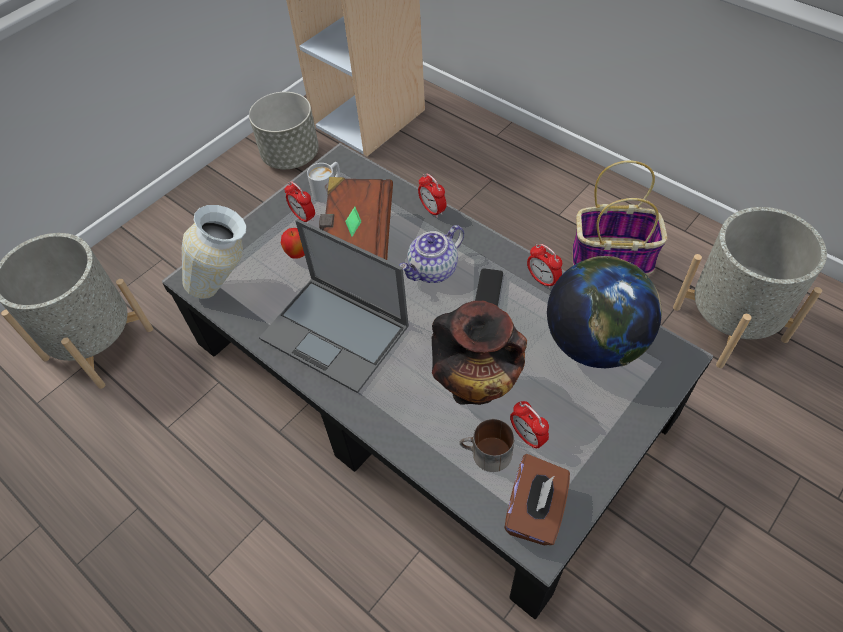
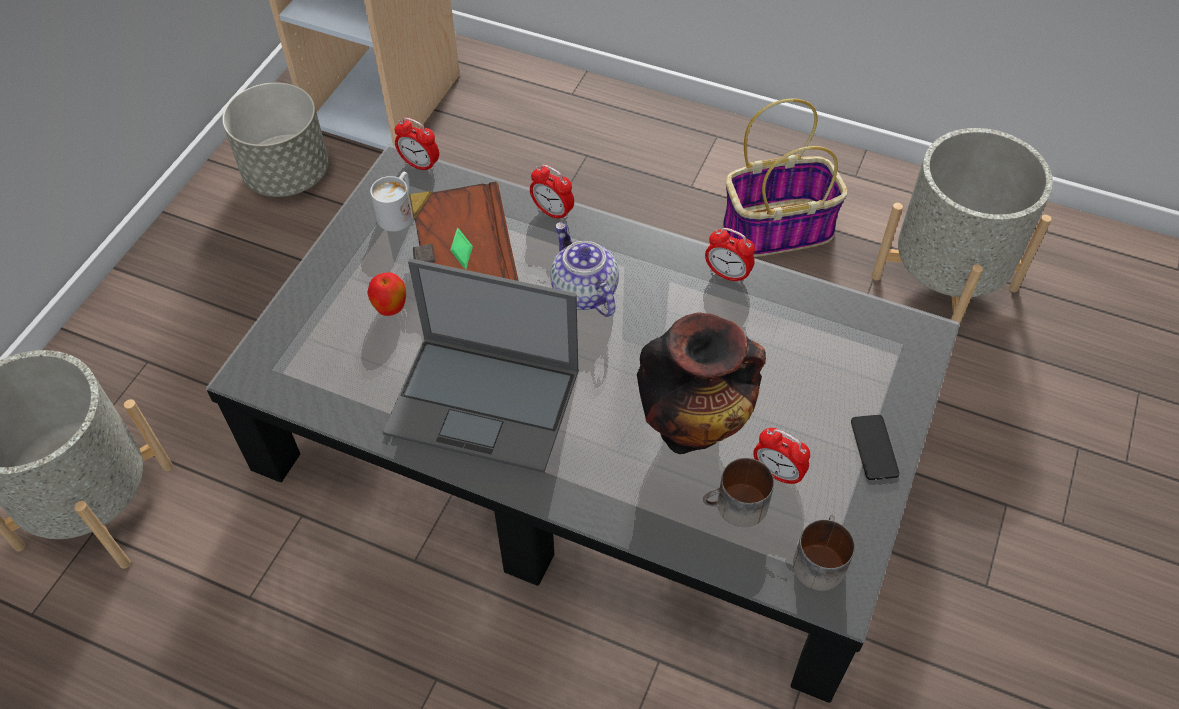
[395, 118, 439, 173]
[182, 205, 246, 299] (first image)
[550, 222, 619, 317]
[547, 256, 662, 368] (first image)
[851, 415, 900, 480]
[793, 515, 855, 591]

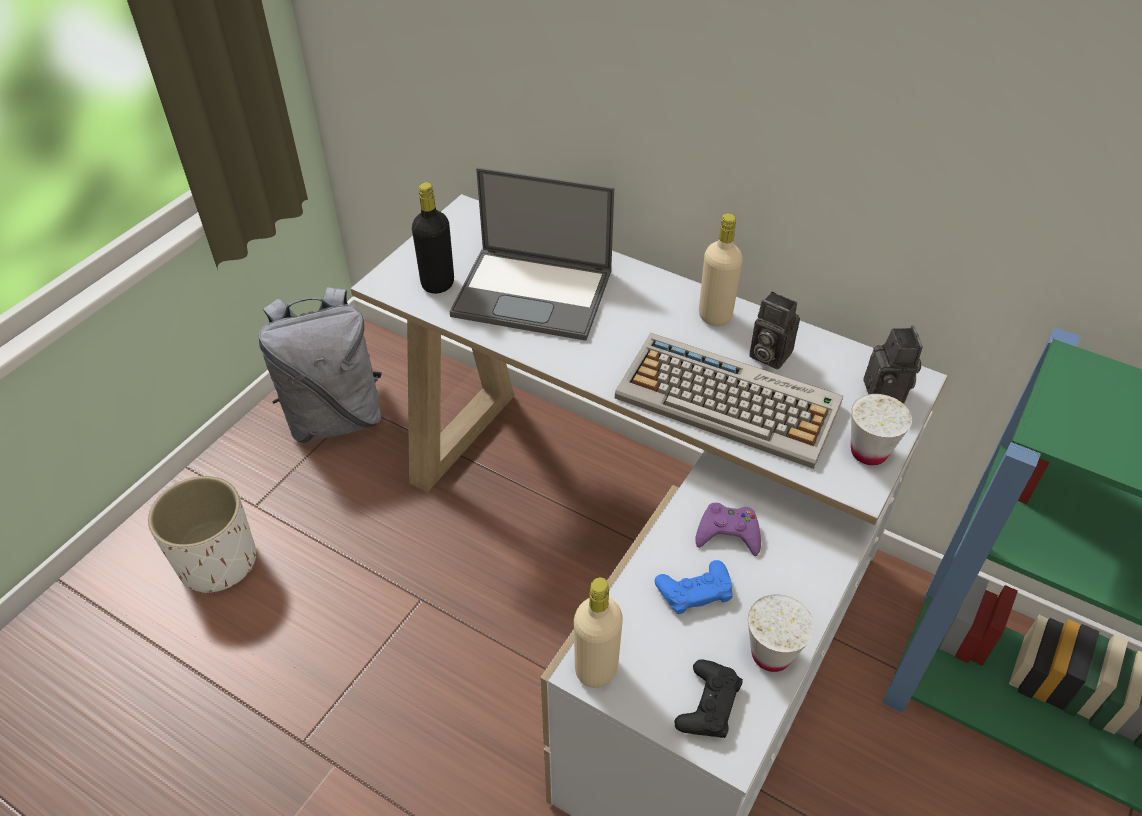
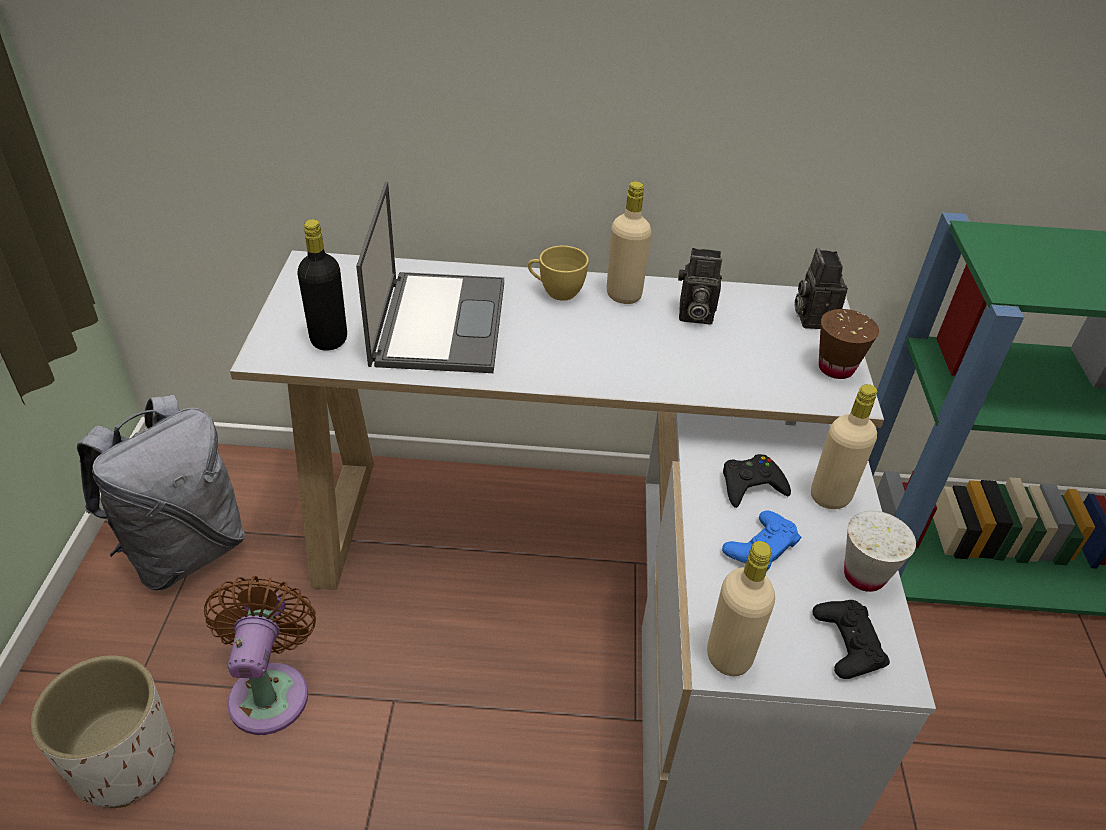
[356, 182, 504, 373]
[795, 248, 848, 329]
[615, 333, 843, 469] (first image)
[819, 309, 879, 379]
[723, 454, 791, 508]
[528, 246, 589, 301]
[811, 384, 877, 509]
[204, 576, 316, 735]

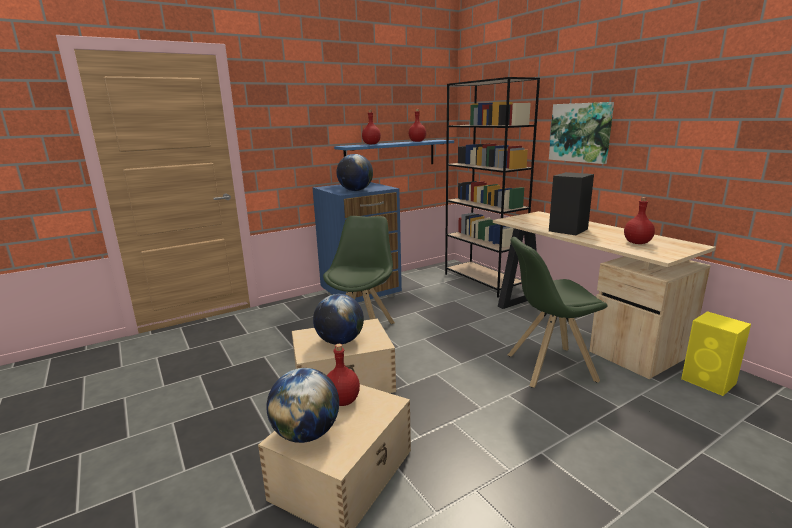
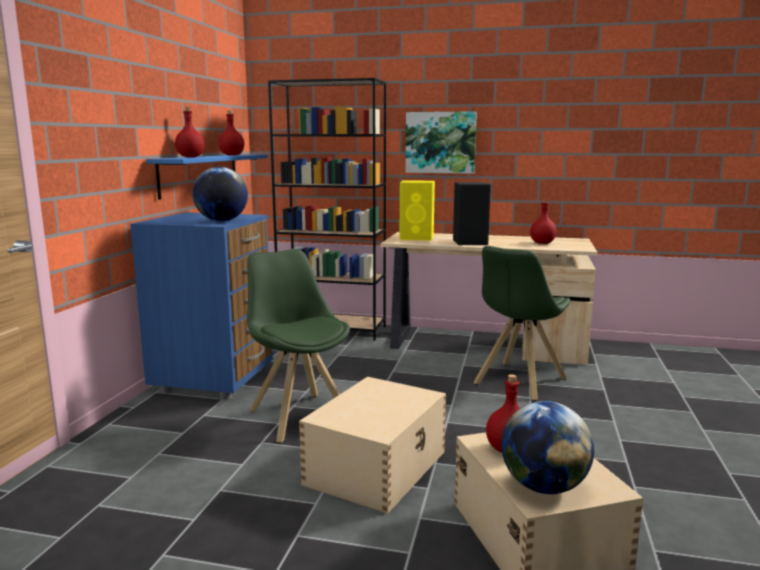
[313, 294, 364, 344] (first image)
[399, 180, 435, 241]

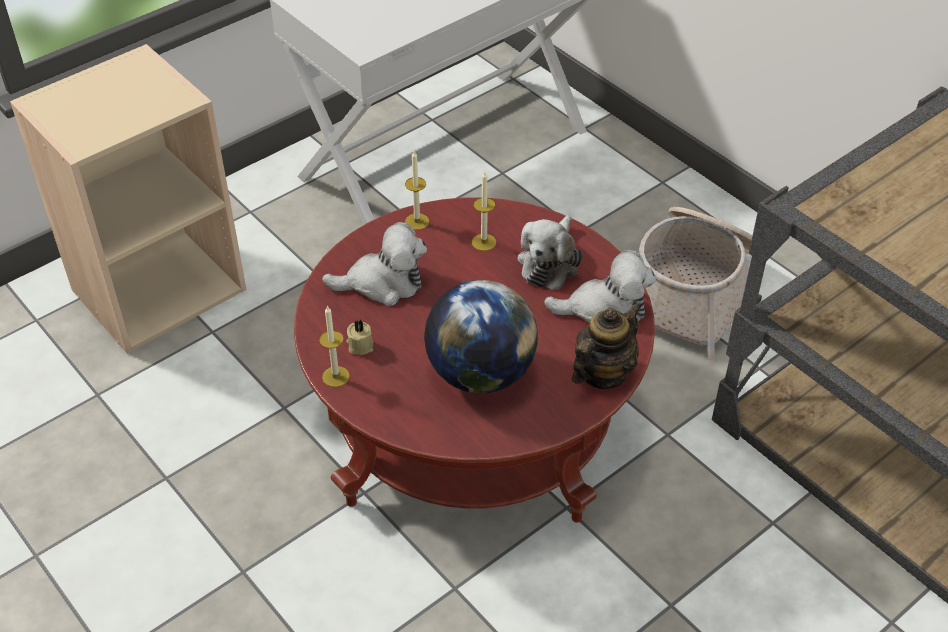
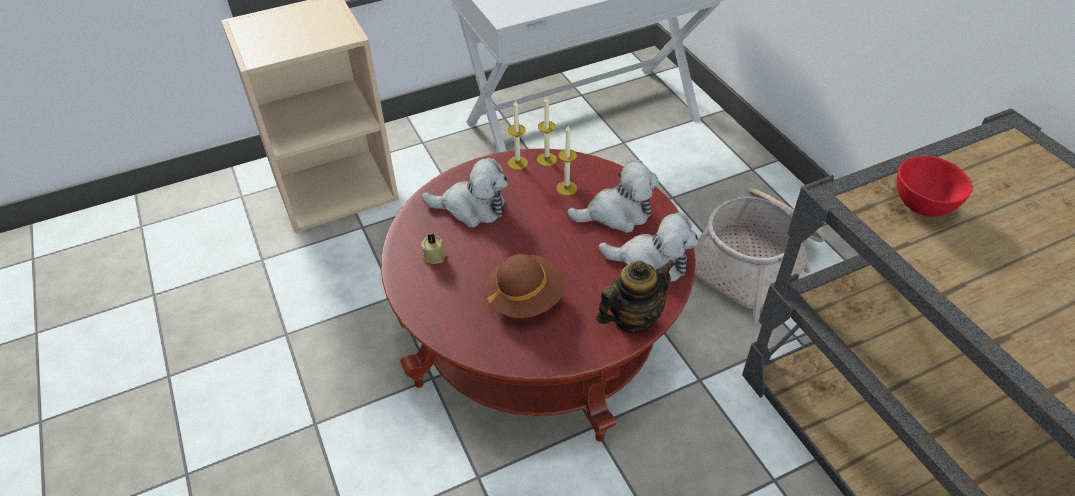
[567, 160, 659, 233]
[485, 254, 565, 318]
[537, 97, 557, 166]
[897, 156, 973, 217]

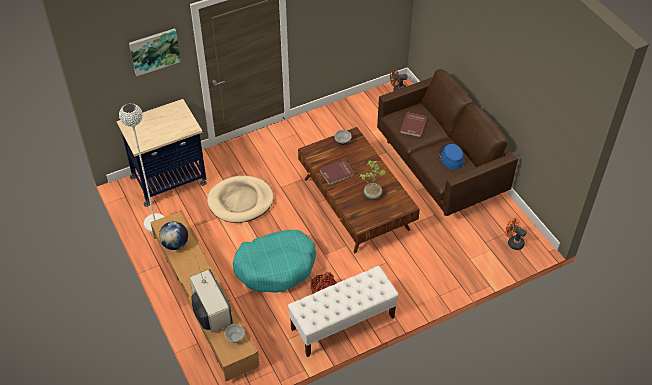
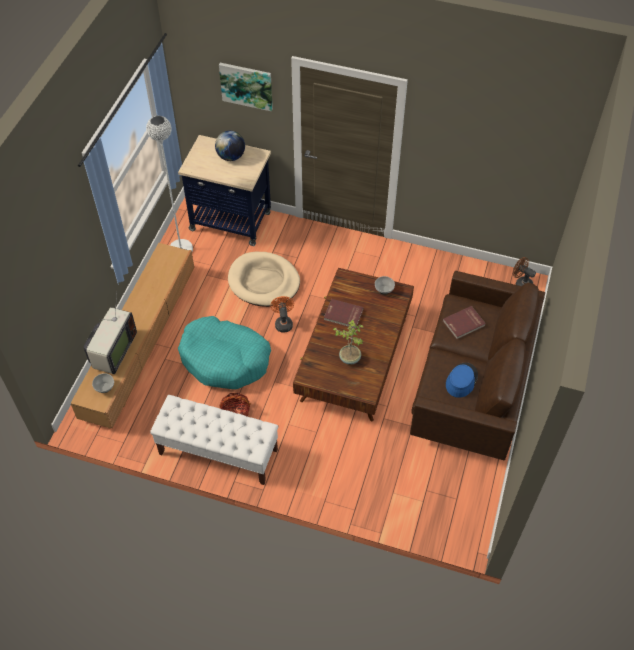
[270, 296, 294, 333]
[215, 131, 245, 161]

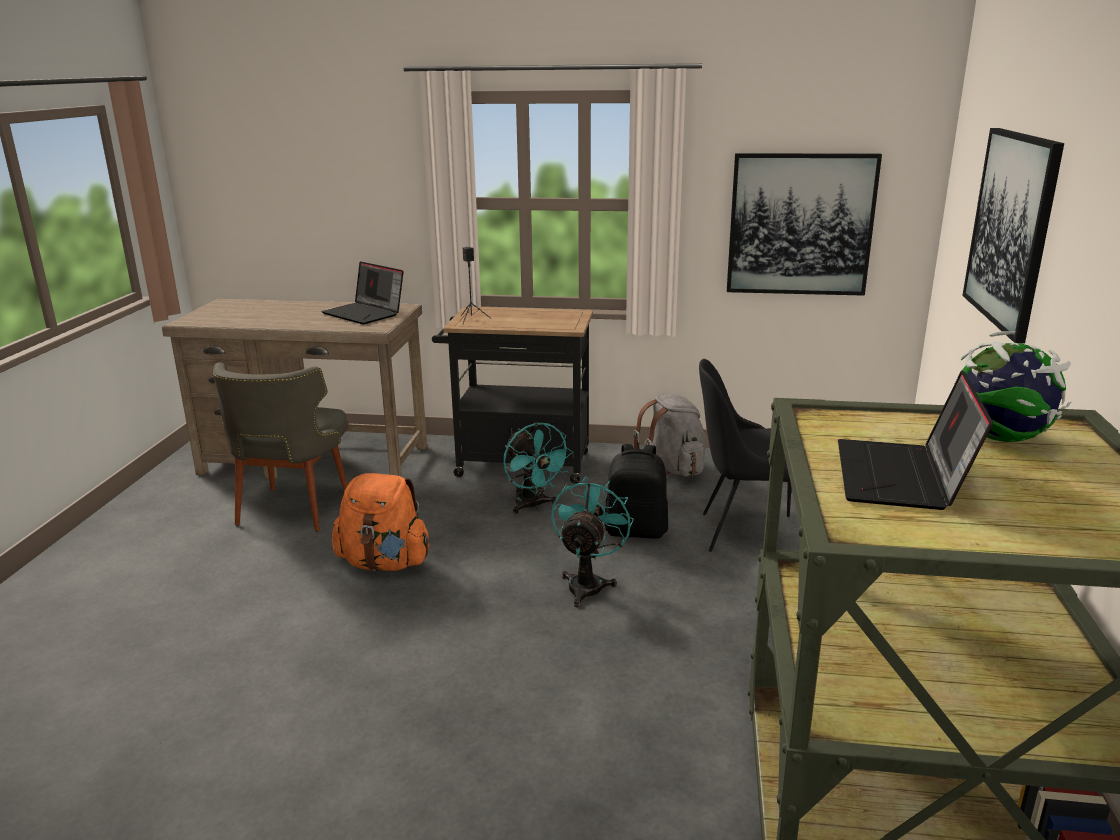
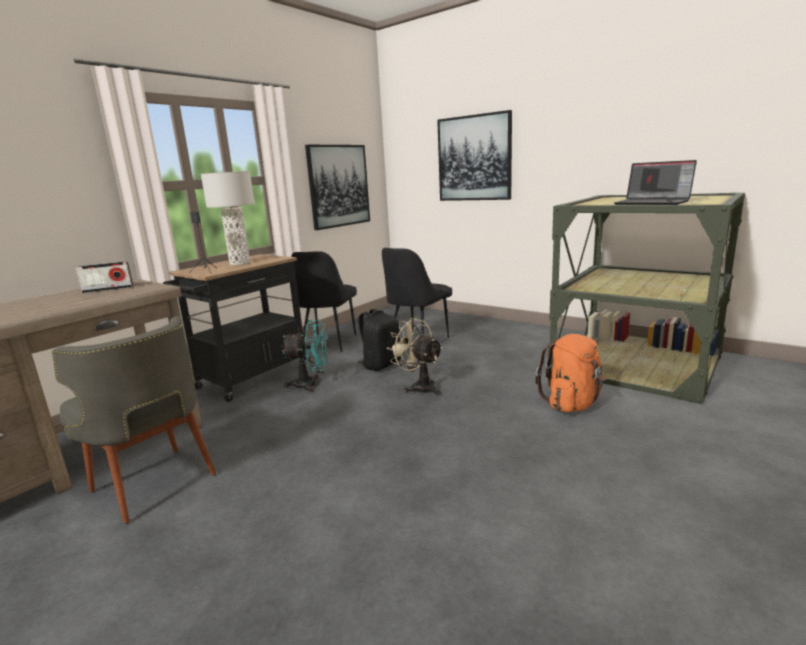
[75, 261, 133, 293]
[961, 331, 1071, 442] (first image)
[291, 251, 357, 352]
[535, 334, 606, 412]
[387, 318, 443, 396]
[201, 171, 255, 265]

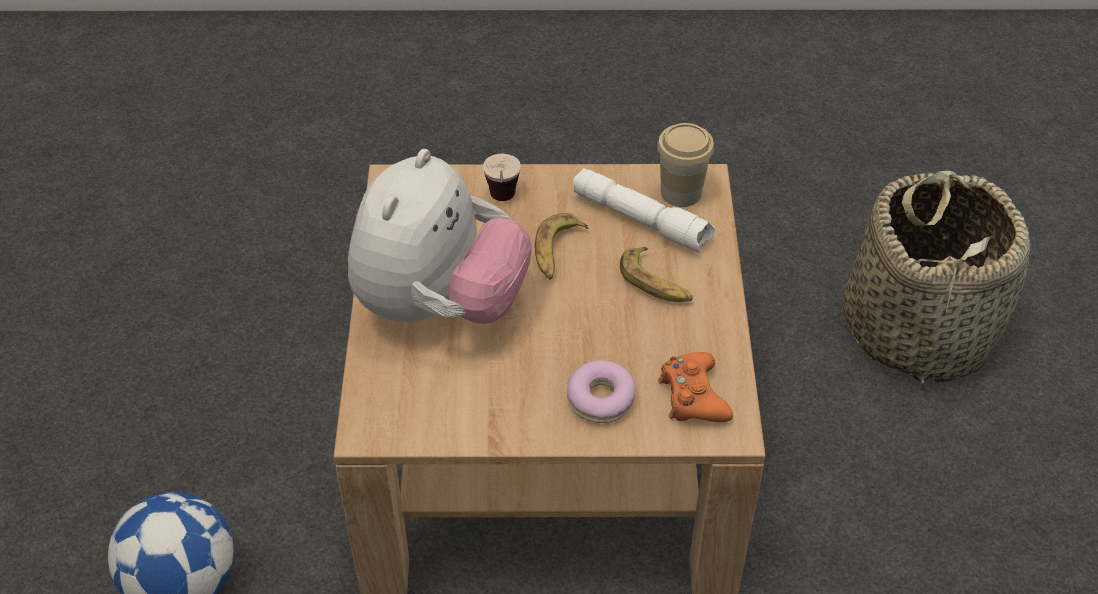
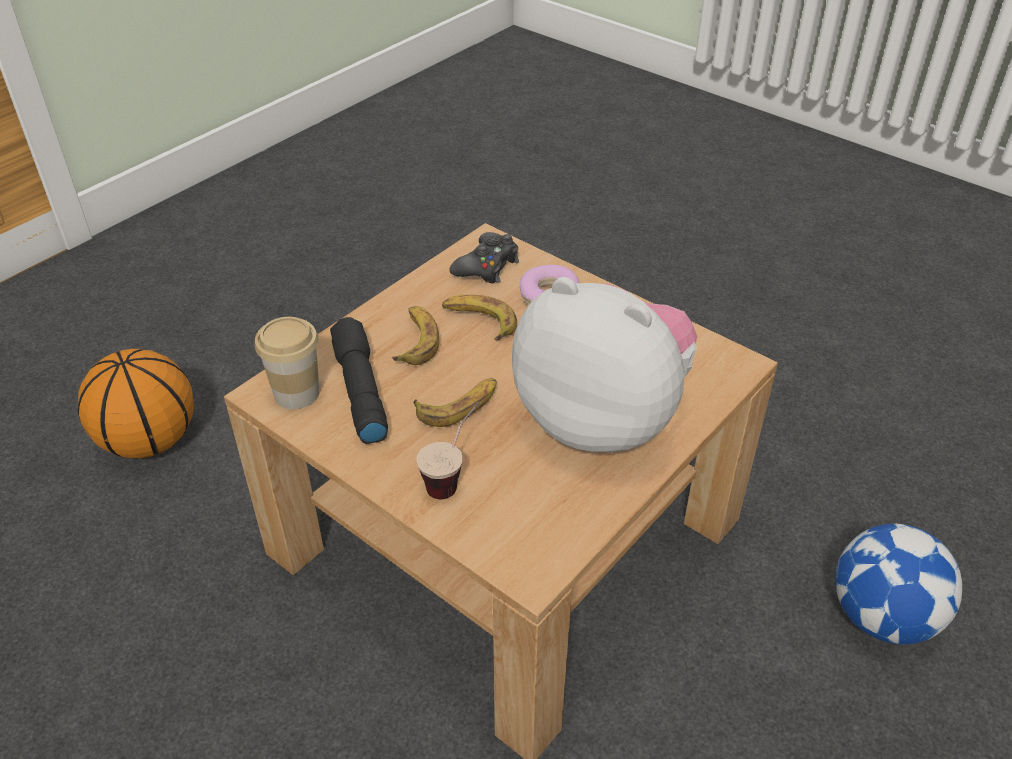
[512, 277, 697, 453]
[330, 317, 388, 444]
[78, 349, 194, 459]
[449, 232, 519, 283]
[442, 295, 517, 340]

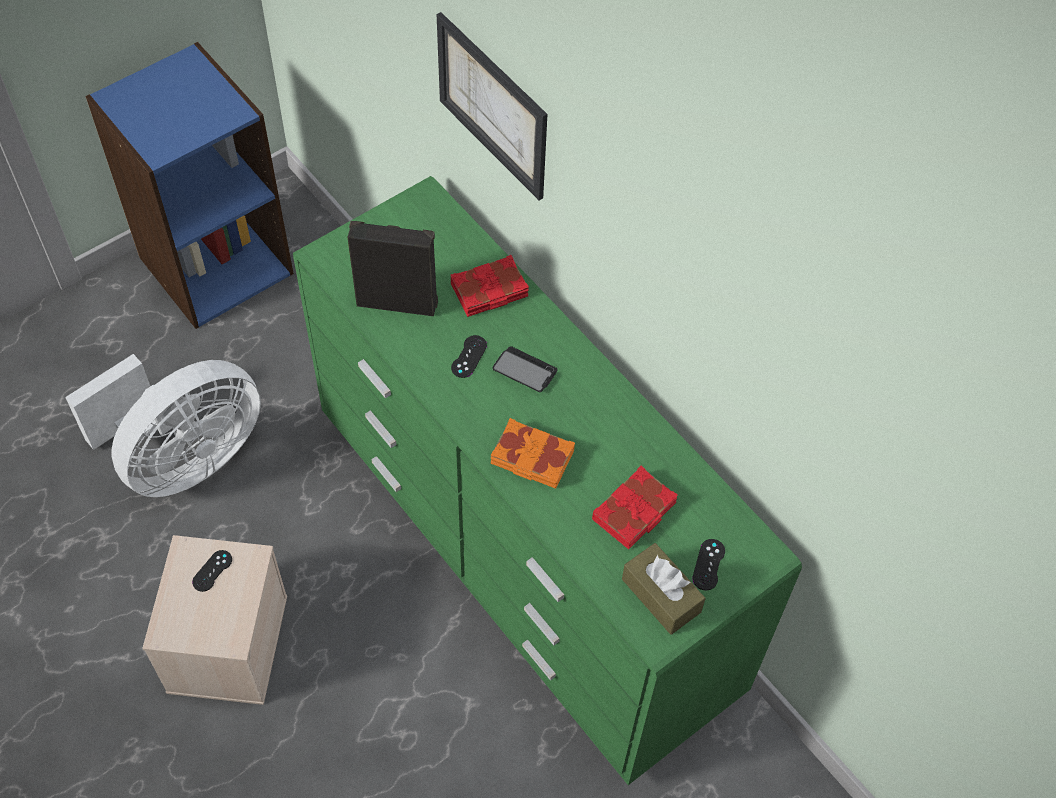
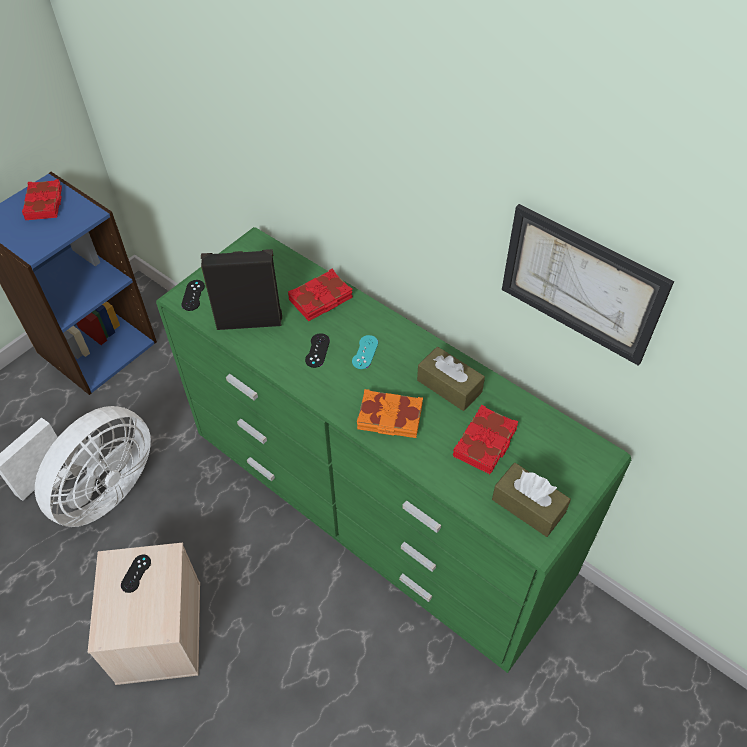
[502, 204, 674, 366]
[352, 335, 378, 369]
[181, 280, 205, 311]
[22, 179, 62, 220]
[417, 347, 485, 411]

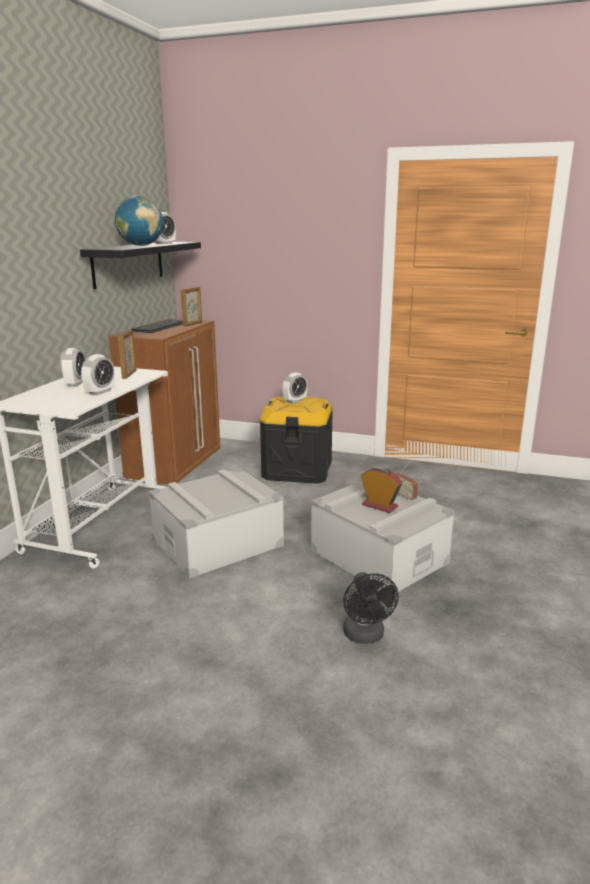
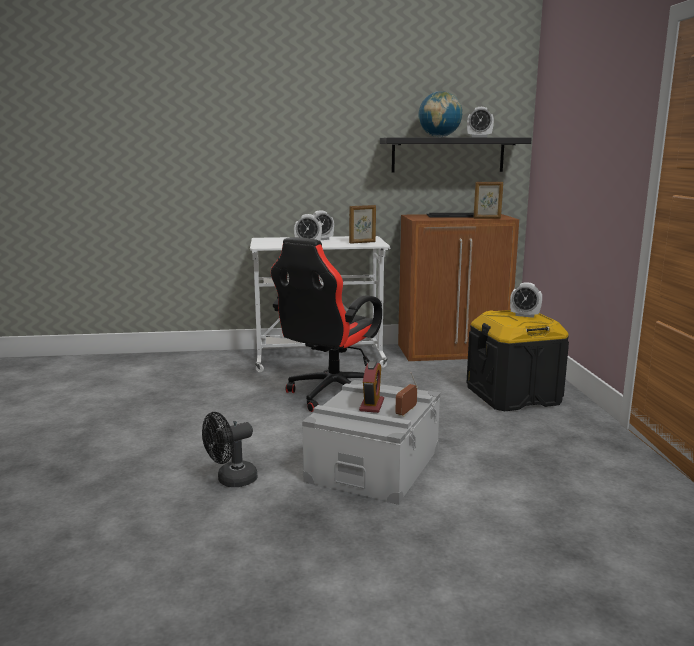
[271, 237, 382, 412]

